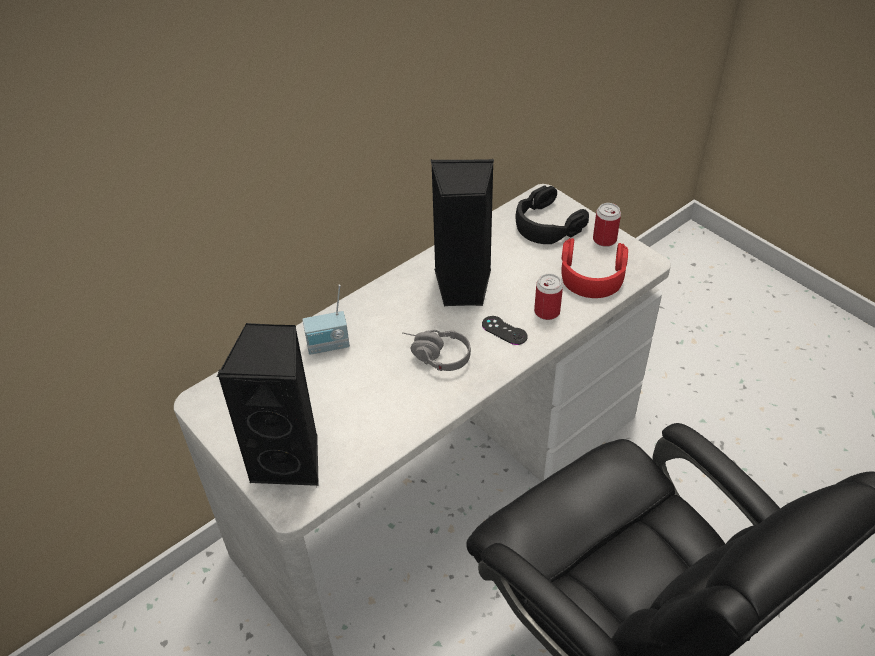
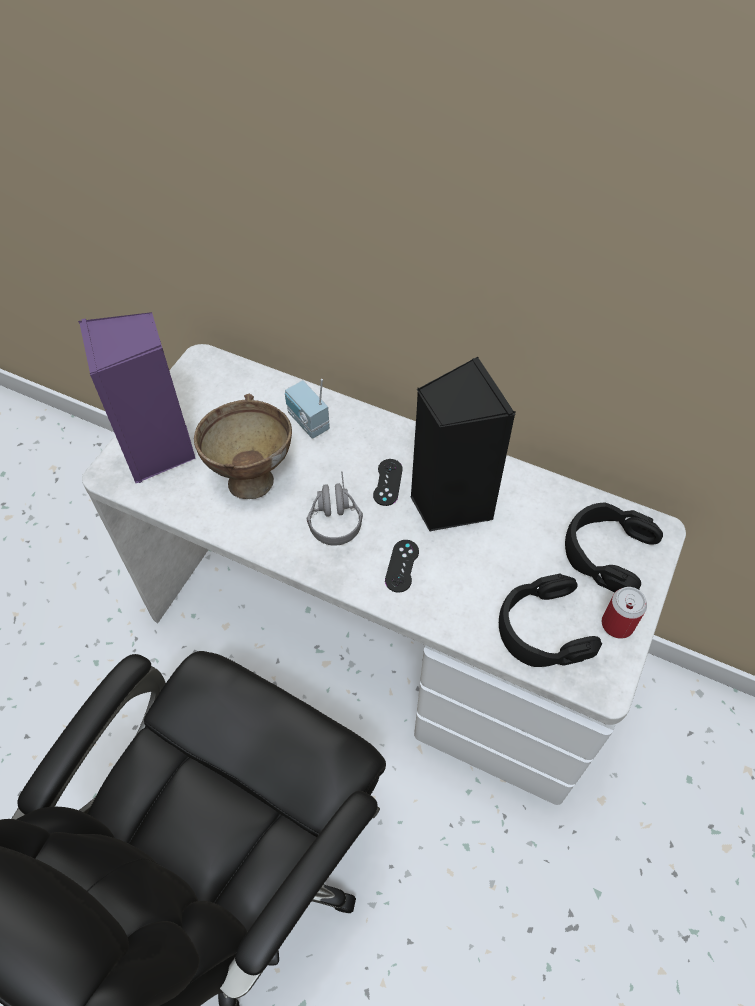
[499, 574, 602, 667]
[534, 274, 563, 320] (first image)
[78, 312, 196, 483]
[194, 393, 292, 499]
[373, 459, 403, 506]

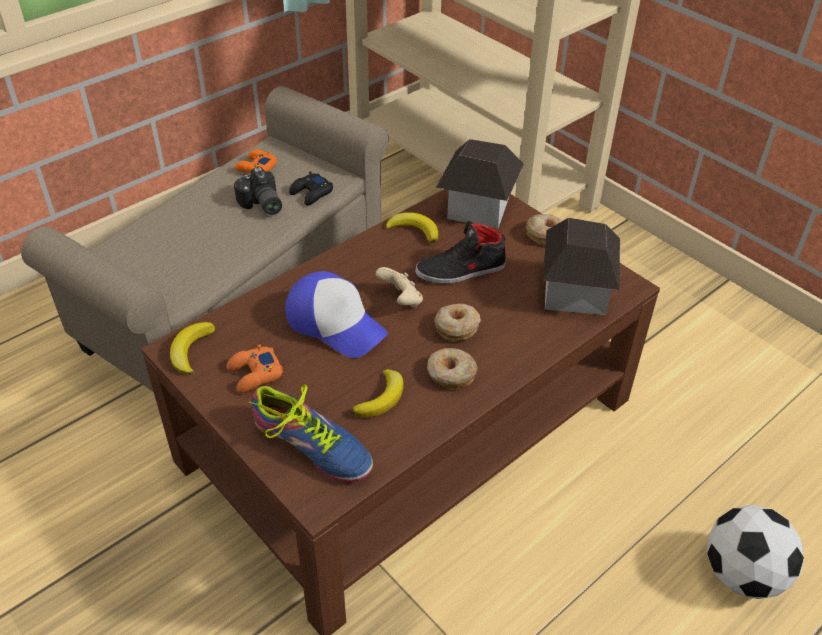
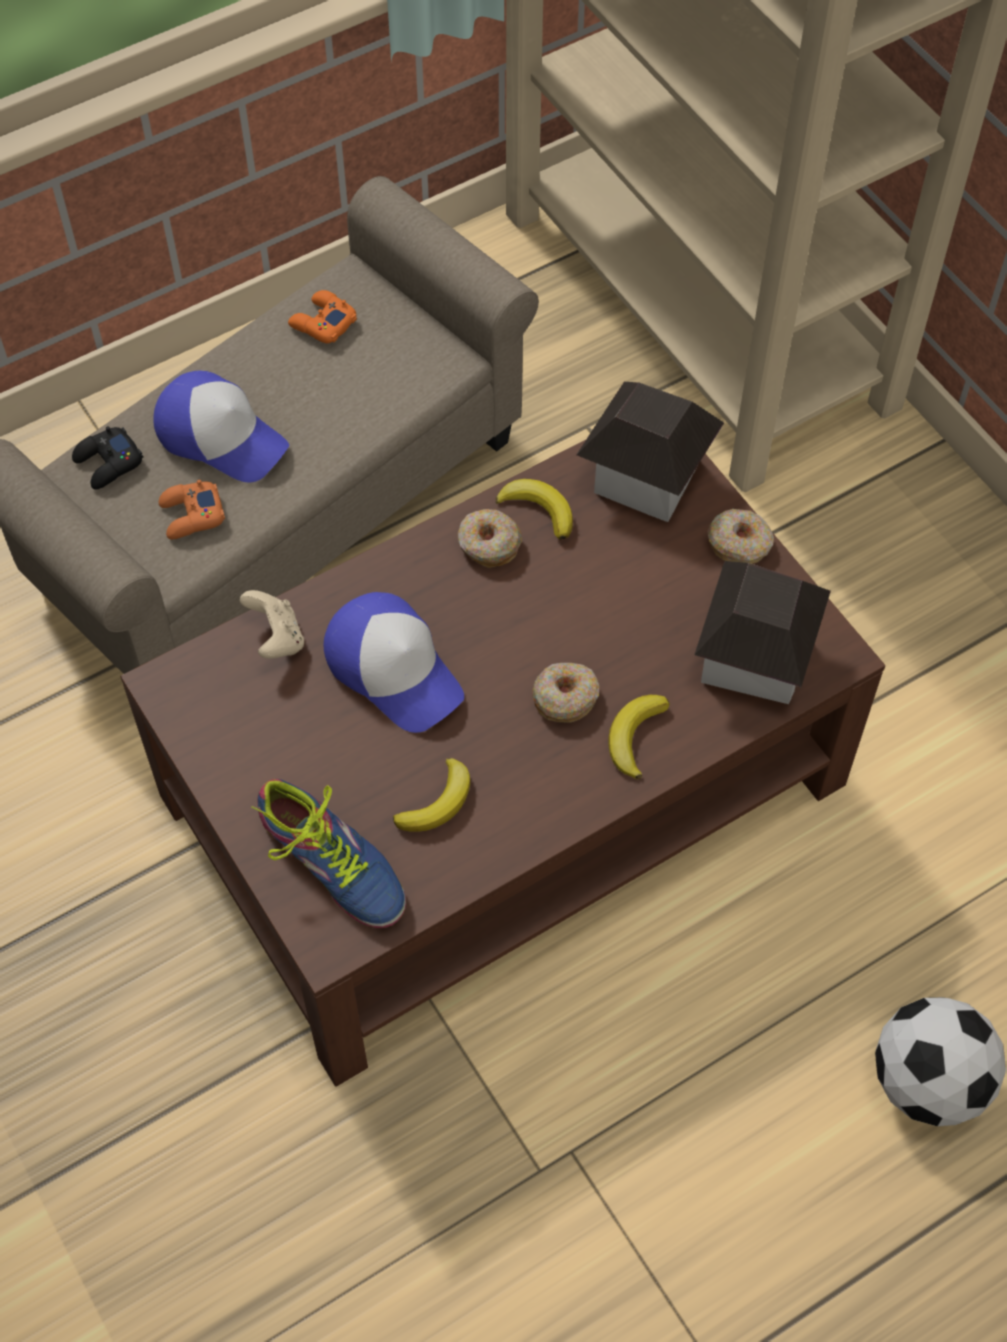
[234, 167, 282, 215] (first image)
[72, 426, 143, 490]
[415, 221, 506, 284] (first image)
[240, 590, 304, 659]
[609, 695, 670, 779]
[159, 480, 225, 539]
[458, 509, 522, 568]
[153, 371, 289, 483]

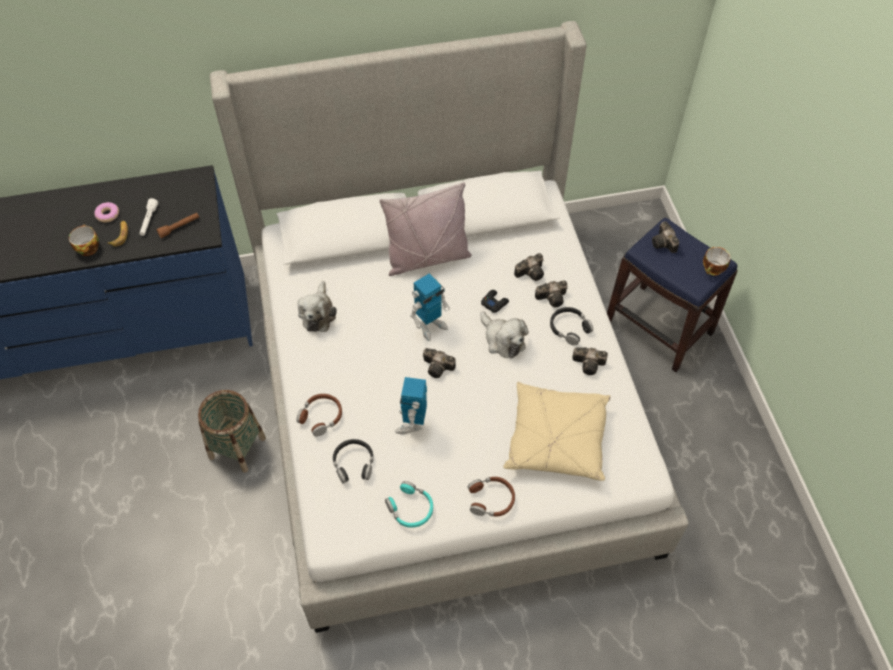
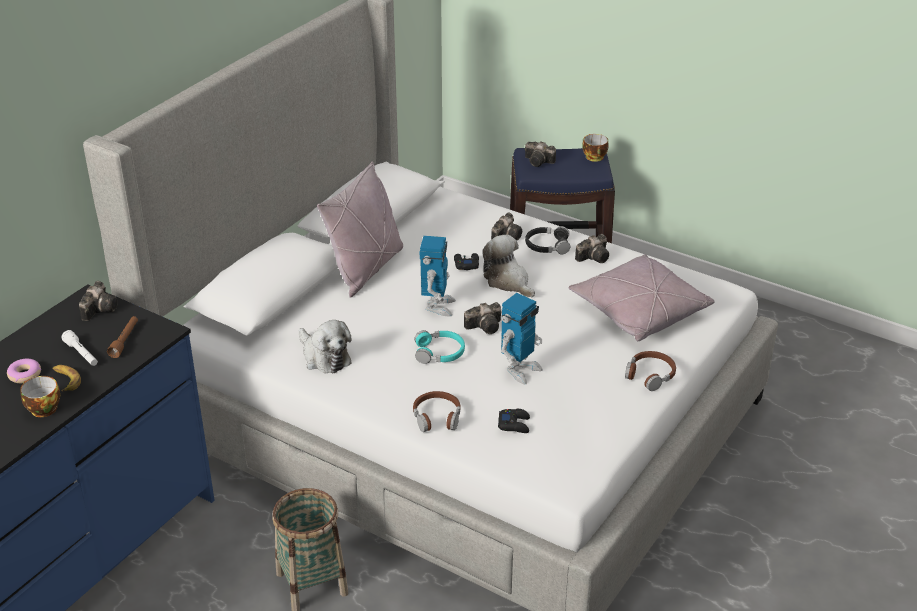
[79, 281, 118, 321]
[483, 235, 535, 298]
[501, 293, 543, 384]
[569, 255, 715, 341]
[498, 409, 530, 433]
[414, 330, 465, 364]

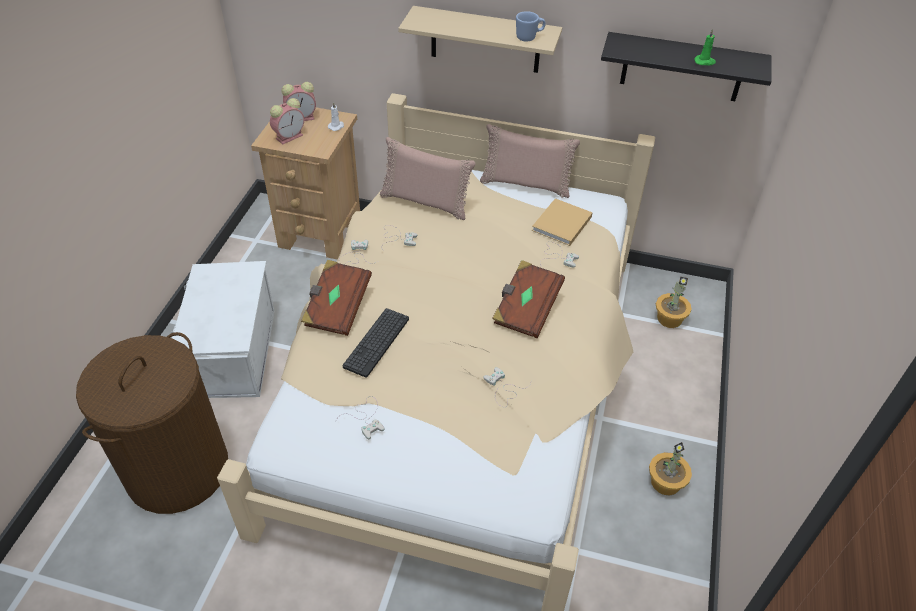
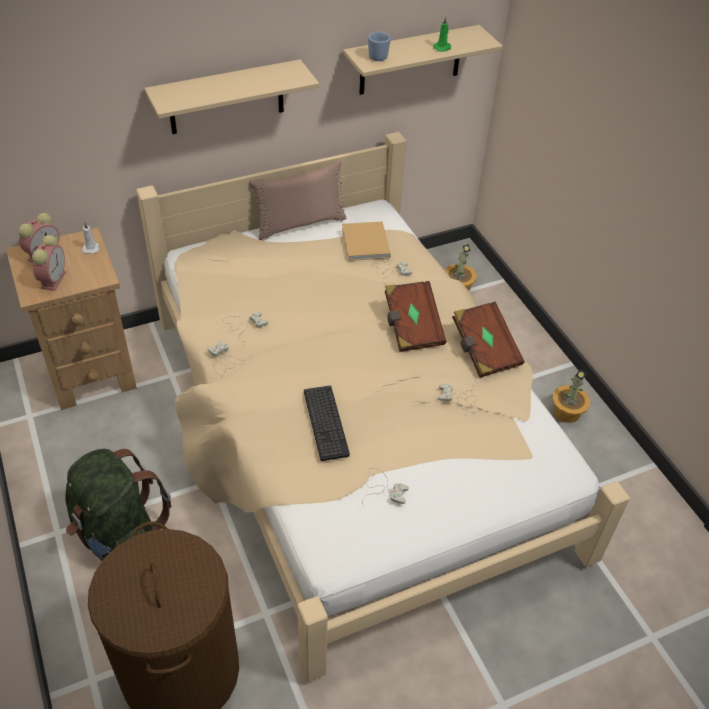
[368, 31, 391, 61]
[343, 25, 503, 95]
[380, 137, 476, 220] (first image)
[452, 302, 525, 378]
[66, 448, 171, 561]

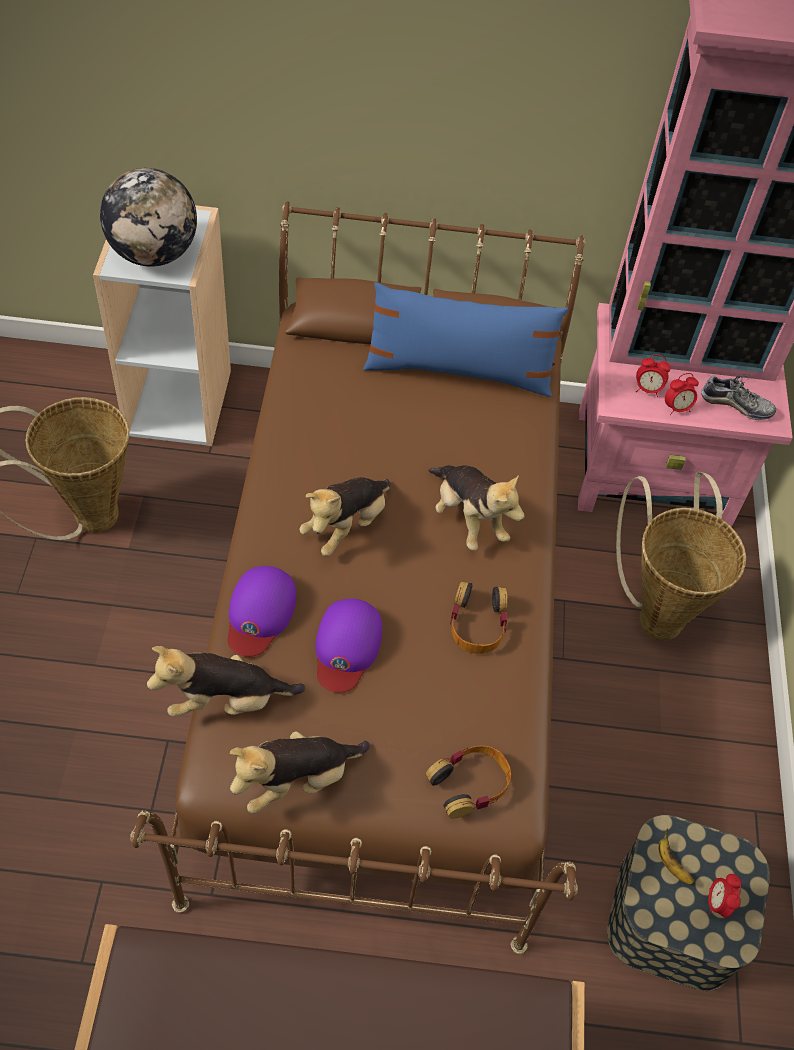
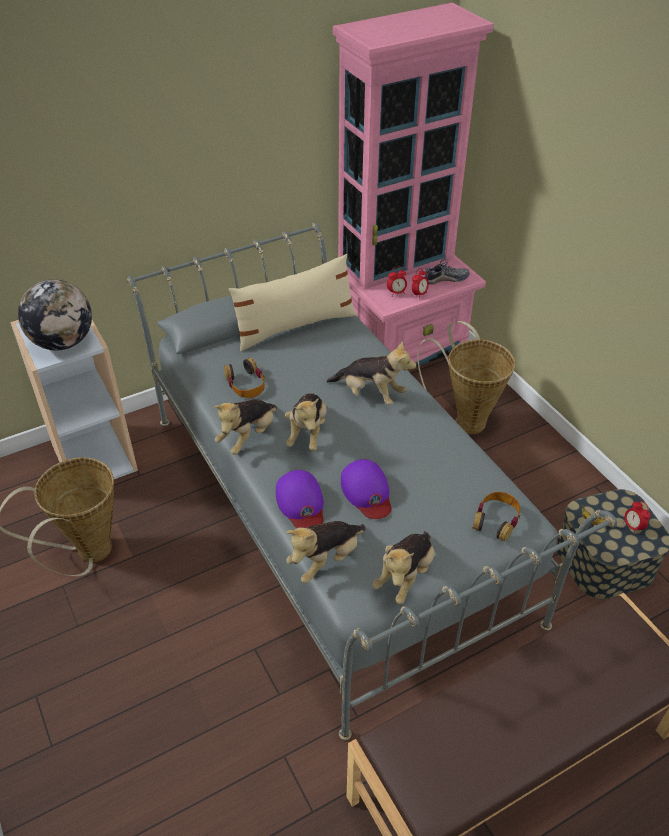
[127, 222, 617, 740]
[228, 254, 357, 351]
[224, 358, 265, 398]
[214, 399, 277, 455]

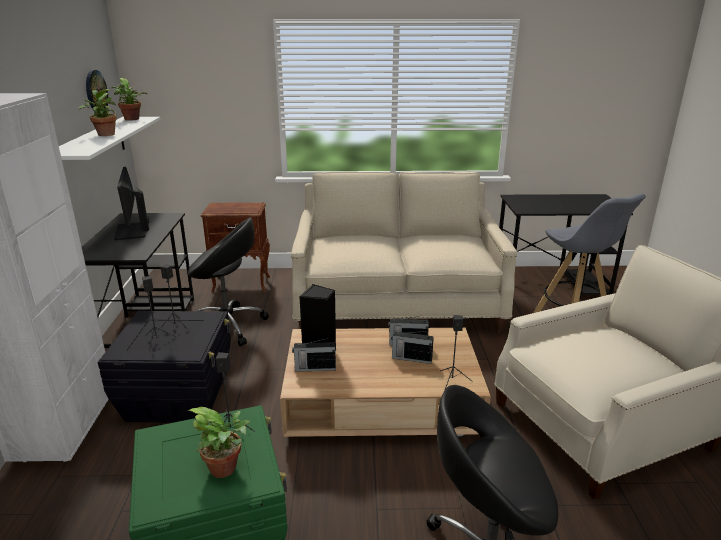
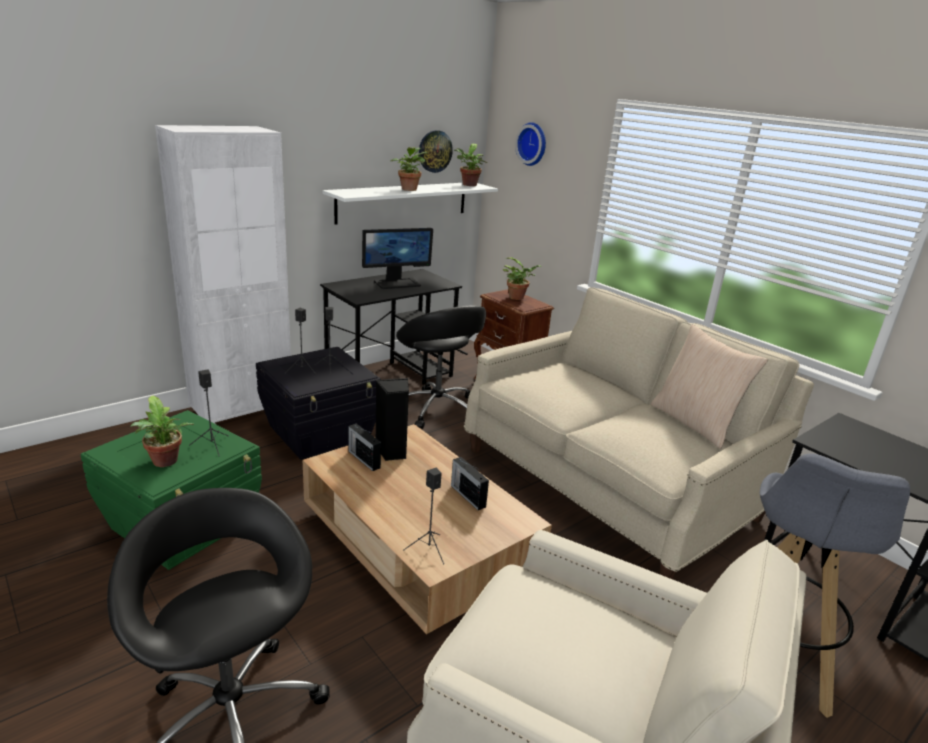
[362, 228, 433, 289]
[391, 331, 434, 364] (first image)
[515, 122, 546, 166]
[503, 257, 542, 300]
[651, 324, 768, 449]

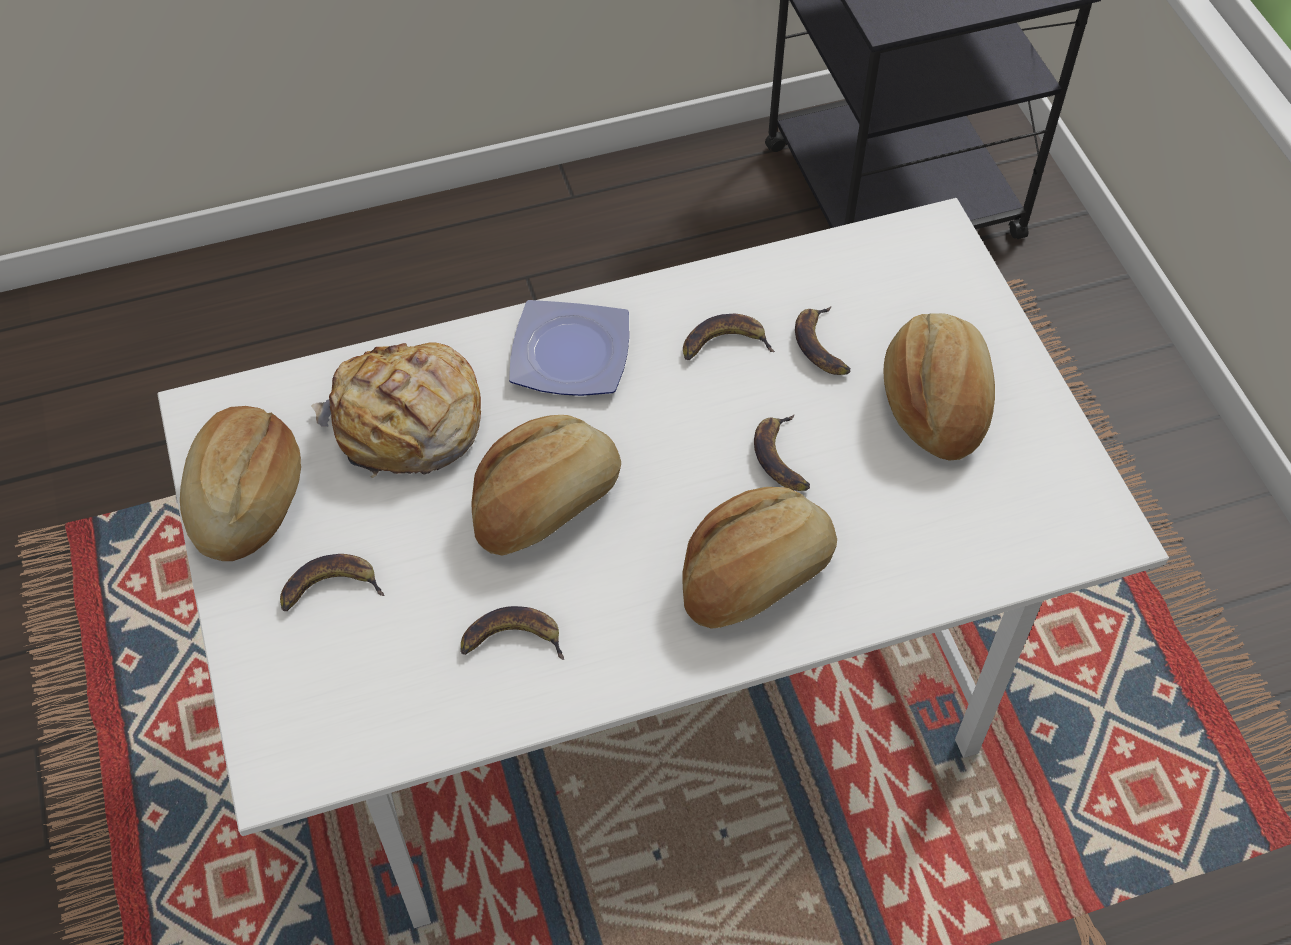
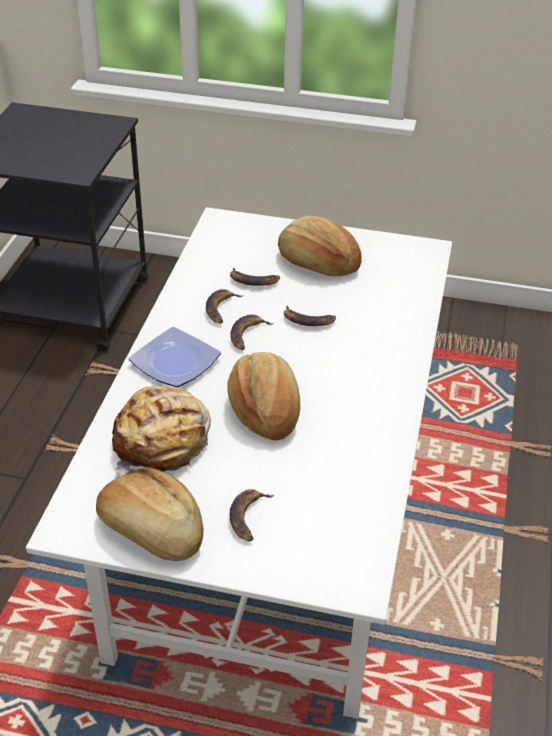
[682, 487, 837, 629] (first image)
[230, 314, 273, 350]

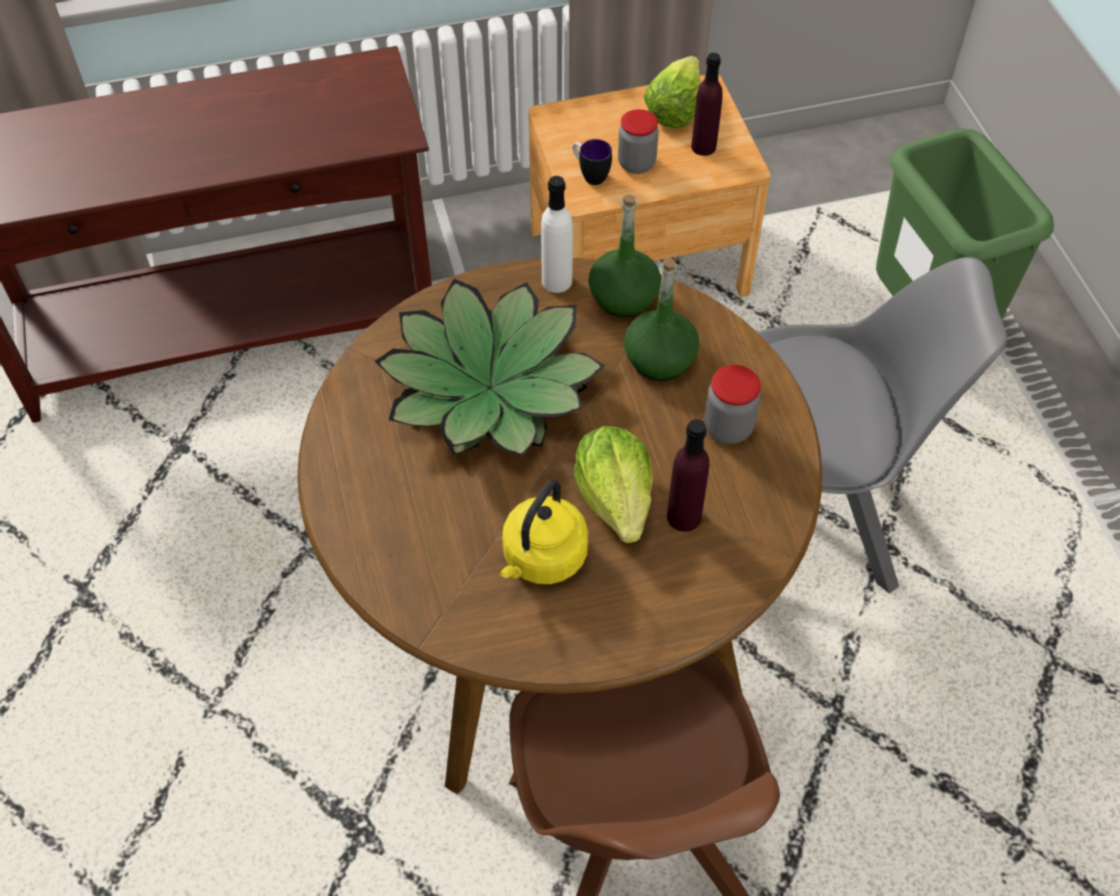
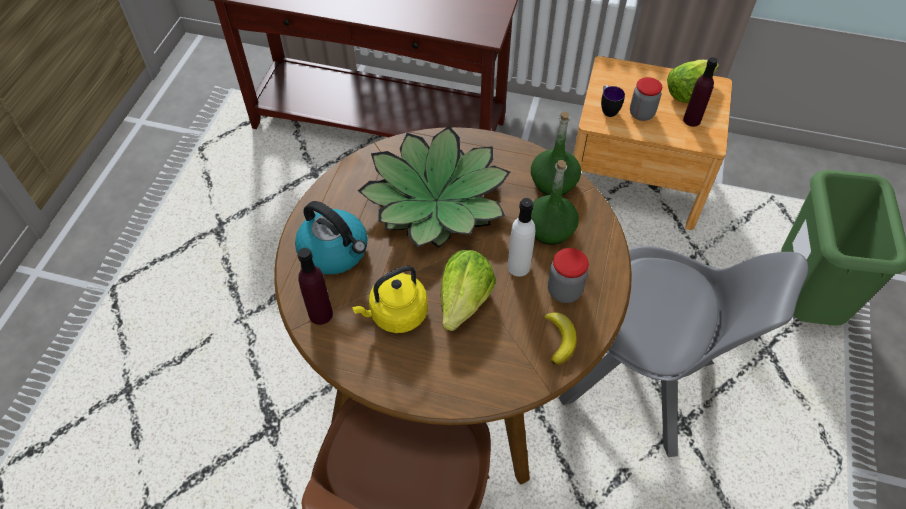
[507, 198, 535, 277]
[297, 248, 333, 325]
[295, 201, 368, 274]
[544, 312, 577, 365]

